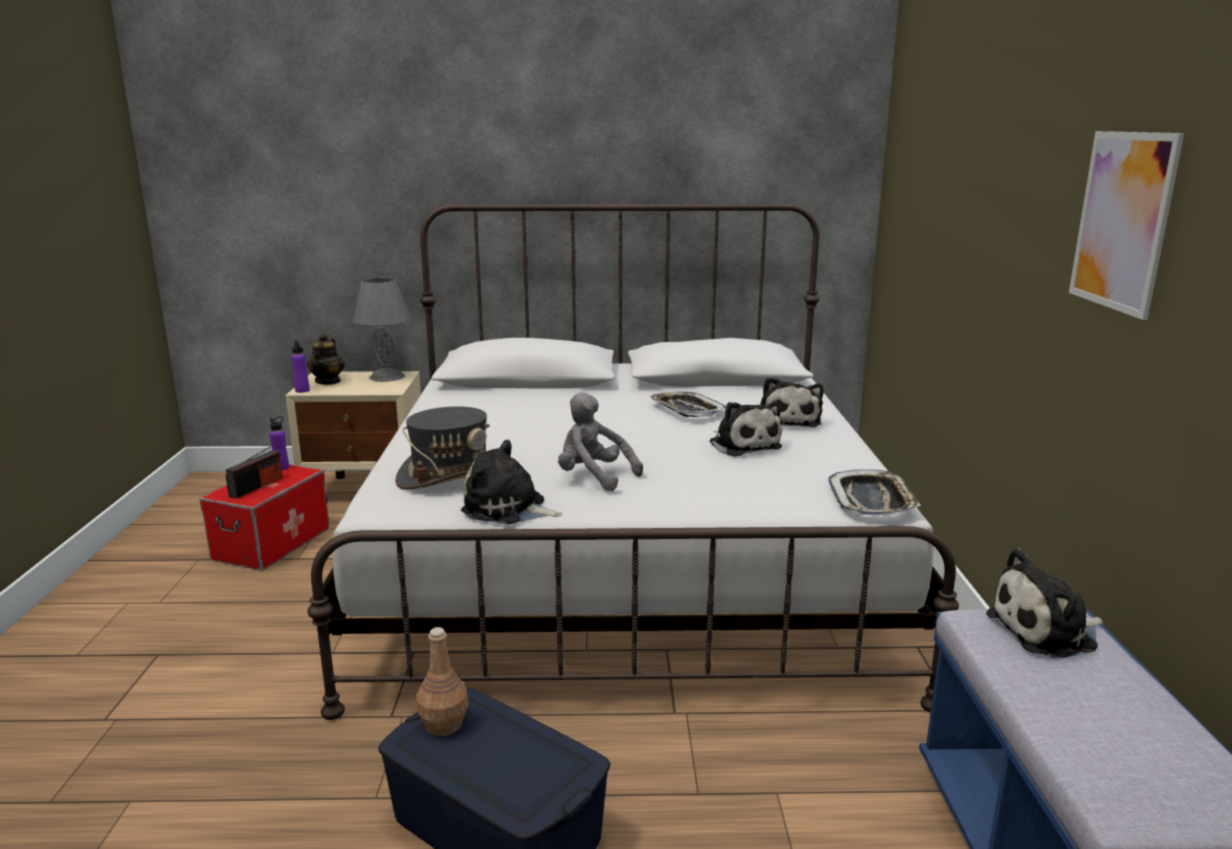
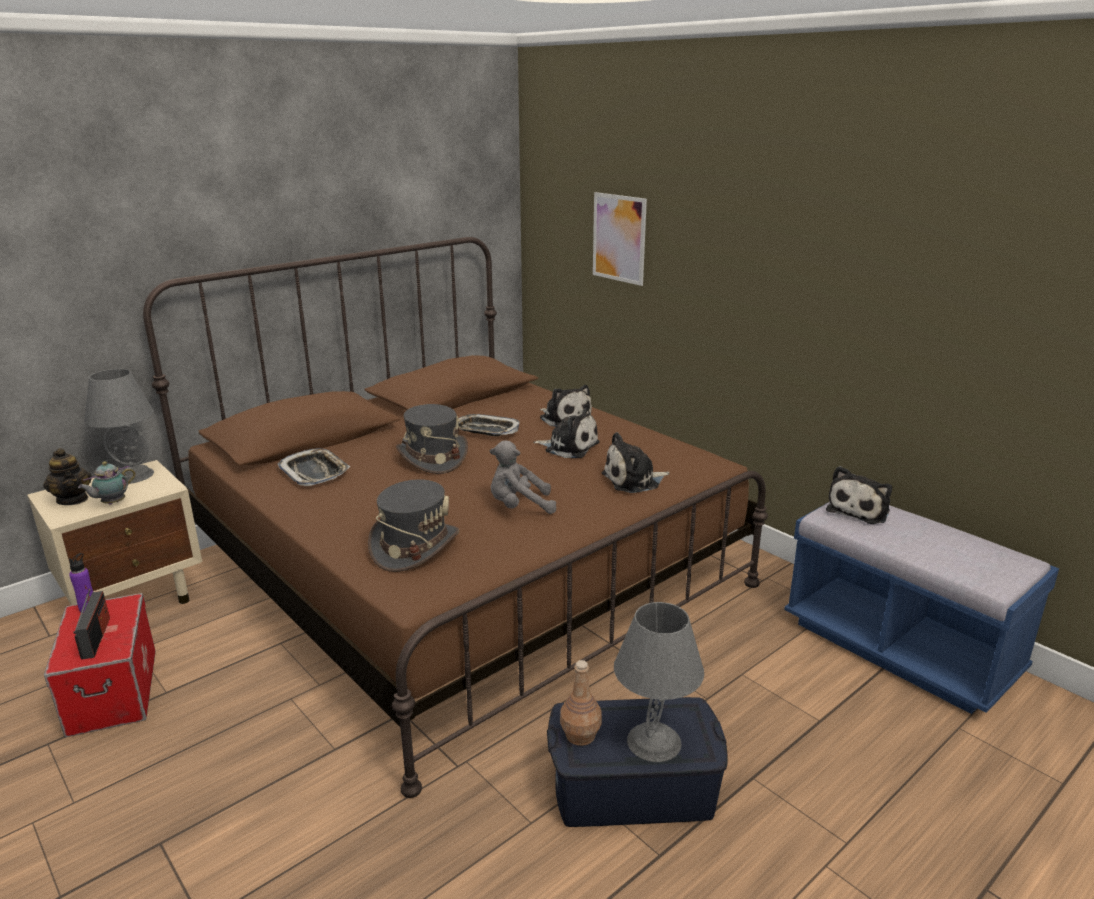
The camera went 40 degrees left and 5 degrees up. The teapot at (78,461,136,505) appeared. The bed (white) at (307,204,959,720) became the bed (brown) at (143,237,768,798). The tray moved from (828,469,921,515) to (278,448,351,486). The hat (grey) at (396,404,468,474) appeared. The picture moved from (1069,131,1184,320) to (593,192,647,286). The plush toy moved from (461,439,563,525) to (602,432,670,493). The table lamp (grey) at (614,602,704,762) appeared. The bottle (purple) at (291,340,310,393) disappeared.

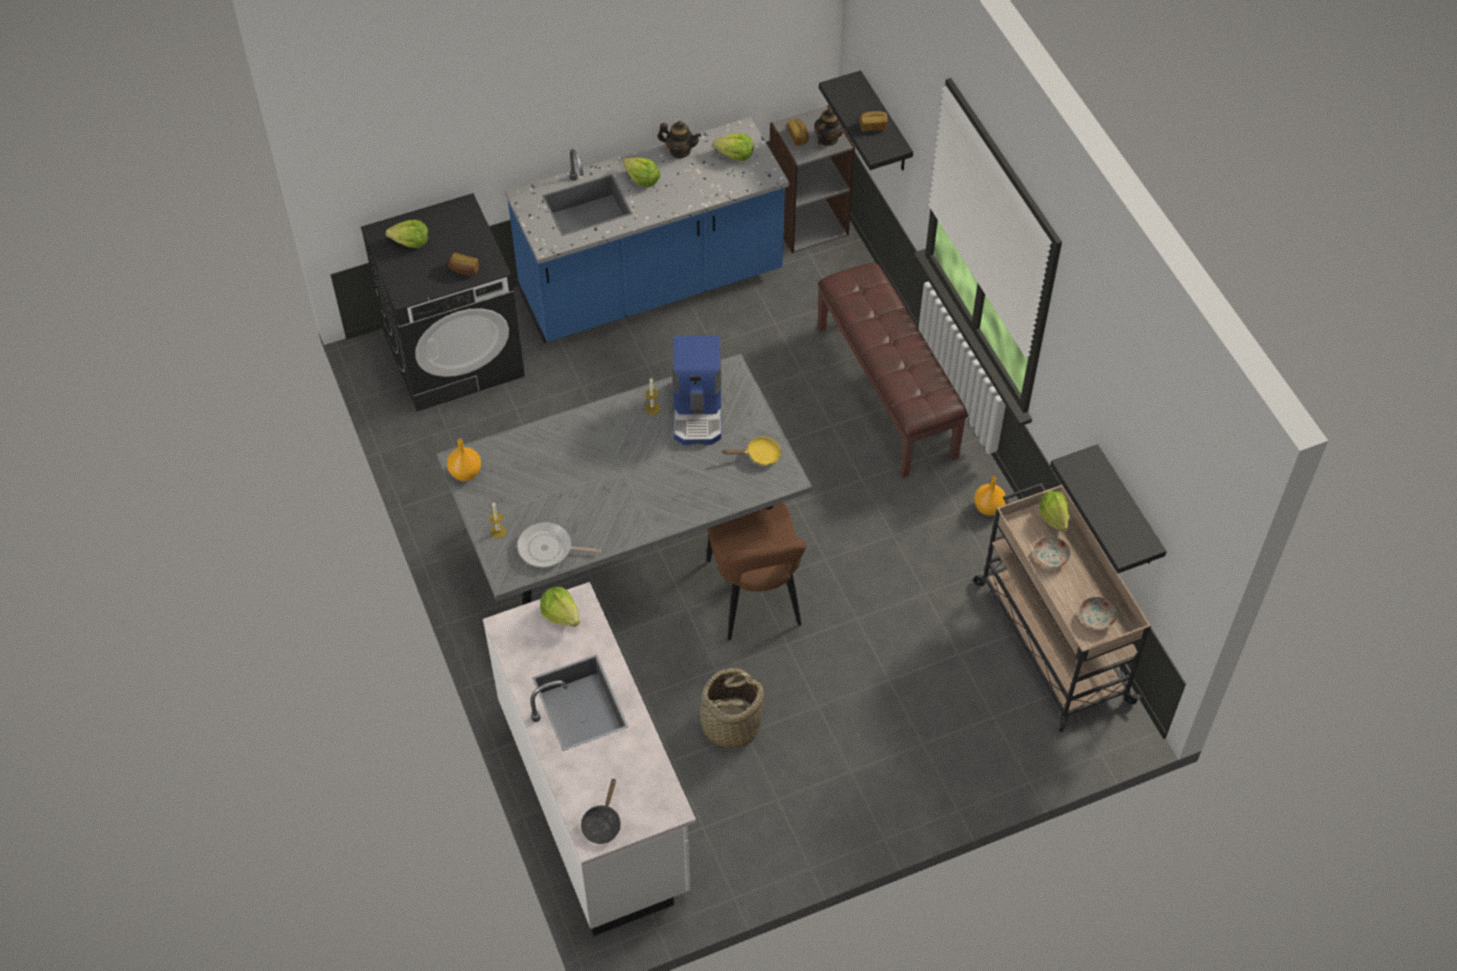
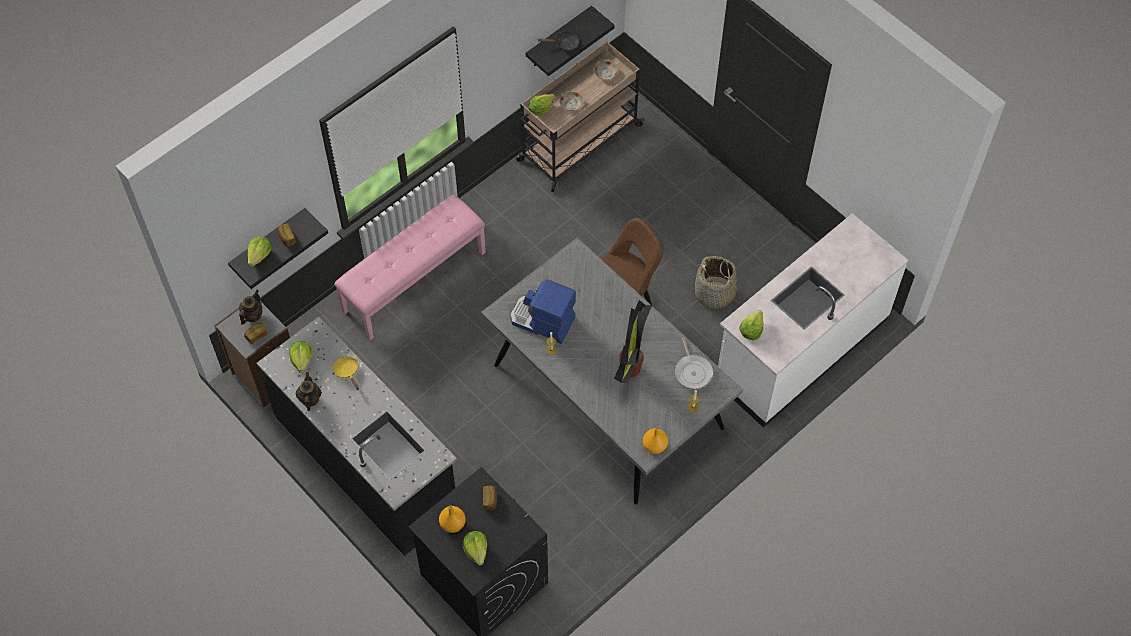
The camera went 110 degrees left and 5 degrees up. The teapot at (814,109,843,146) turned 105 degrees clockwise. The lettuce moved from (623,158,660,188) to (248,236,272,267). The counter (blue) at (505,117,789,343) became the counter (black) at (257,317,457,556). The frying pan (yellow) moved from (722,436,781,466) to (333,357,359,390). The bench (brown) at (817,263,968,478) became the bench (pink) at (334,195,486,340). The vase (orange) moved from (974,476,1006,515) to (439,505,465,533). The coffee machine at (673,336,722,445) turned 135 degrees counterclockwise. The frying pan (black) moved from (581,779,621,844) to (538,31,579,51). The potted plant at (614,300,652,383) appeared.

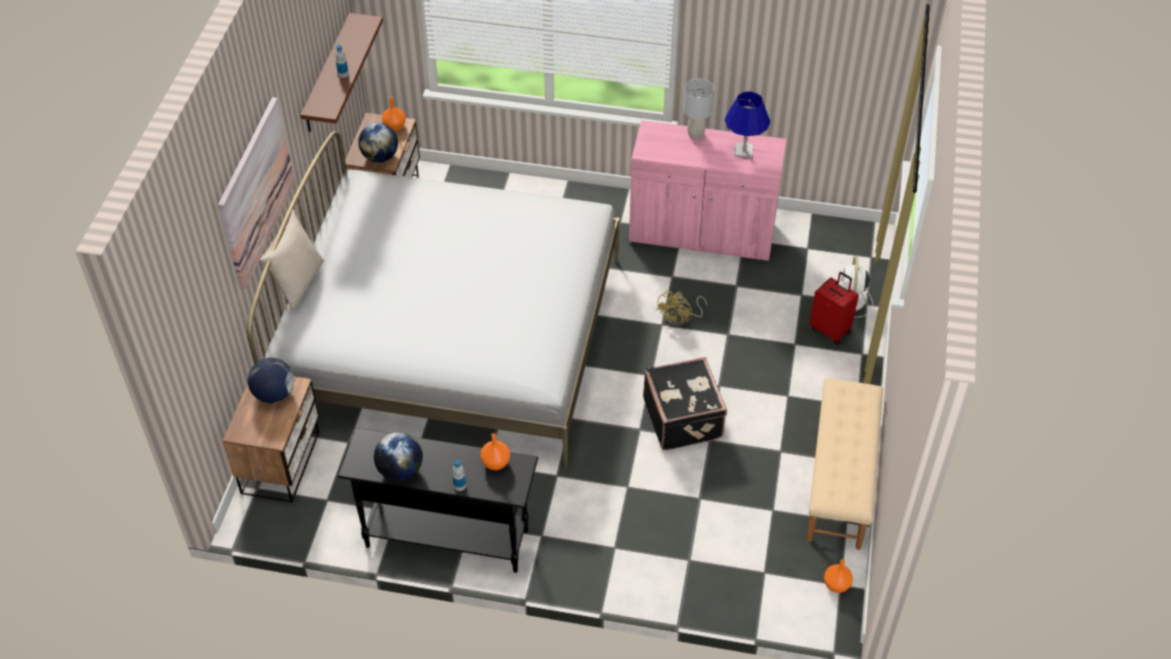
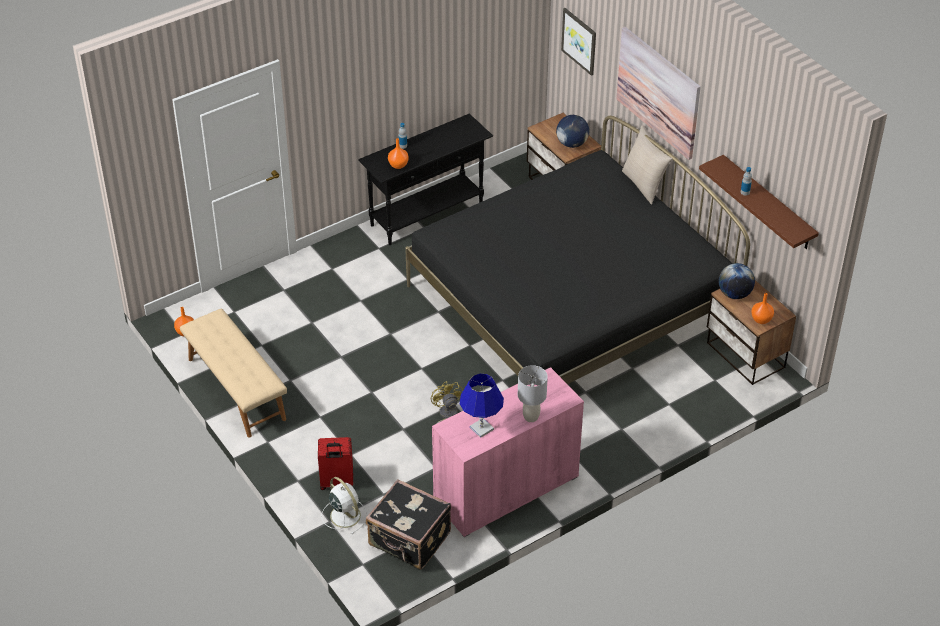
The camera went 135 degrees right and 5 degrees down. The suitcase (black) moved from (643,357,727,451) to (366,479,451,570). The bed (white) at (247,131,620,469) became the bed (black) at (405,116,750,384). The picture at (561,8,596,76) appeared. The globe at (374,432,423,481) disappeared.

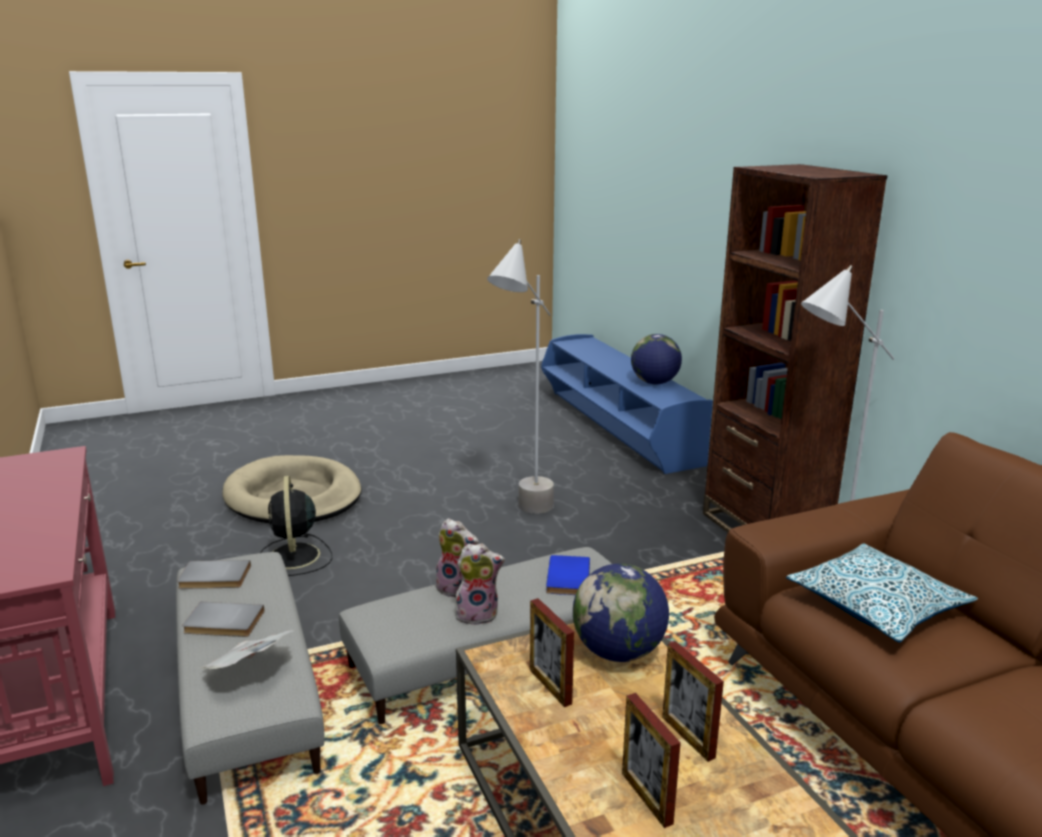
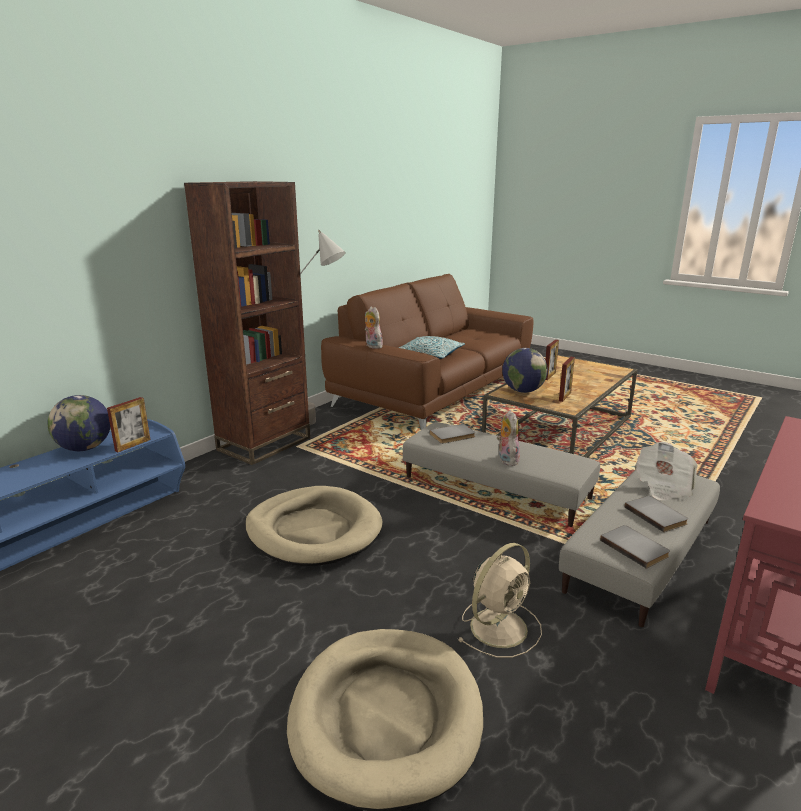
The camera went 120 degrees left and 0 degrees up. The picture frame moved from (622,693,681,828) to (107,397,151,452). The floor lamp (grey) at (487,239,554,514) was replaced by the dog bed (beige) at (245,486,382,566). The plush toy moved from (456,543,505,625) to (365,306,383,349). The book (blue) at (546,555,590,595) became the book (grey) at (429,424,475,444). The fan (black) at (260,476,332,576) became the fan (beige) at (457,543,542,658).

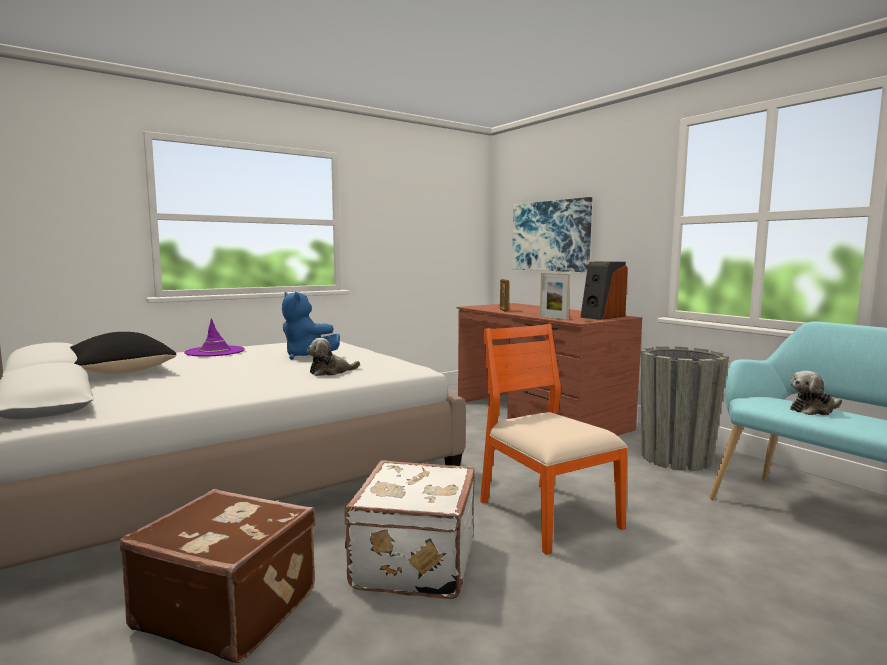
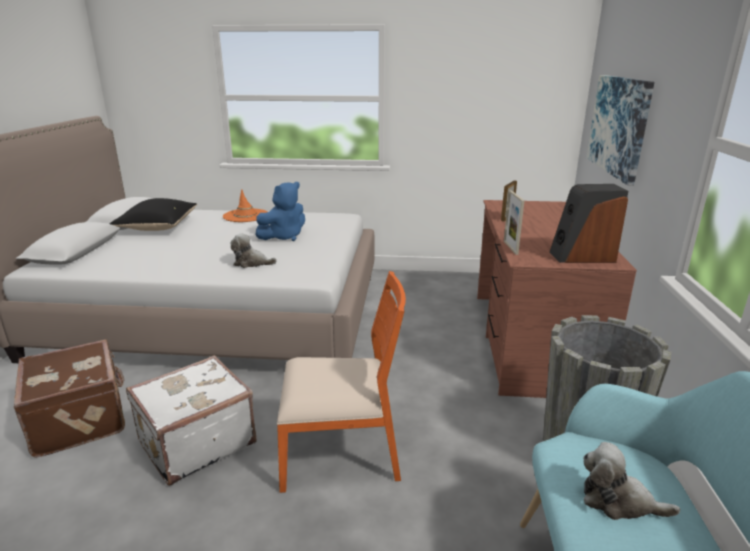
The camera went 40 degrees right and 15 degrees up. The hat (purple) at (184,318,245,357) became the hat (orange) at (223,189,267,222). The plush toy (blue) at (282,292,340,360) turned 120 degrees counterclockwise. The chair (orange) at (480,324,628,555) turned 75 degrees clockwise.

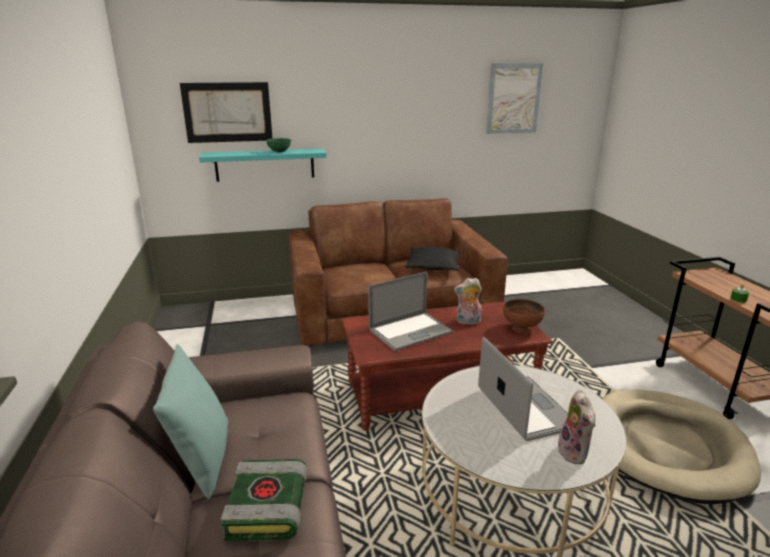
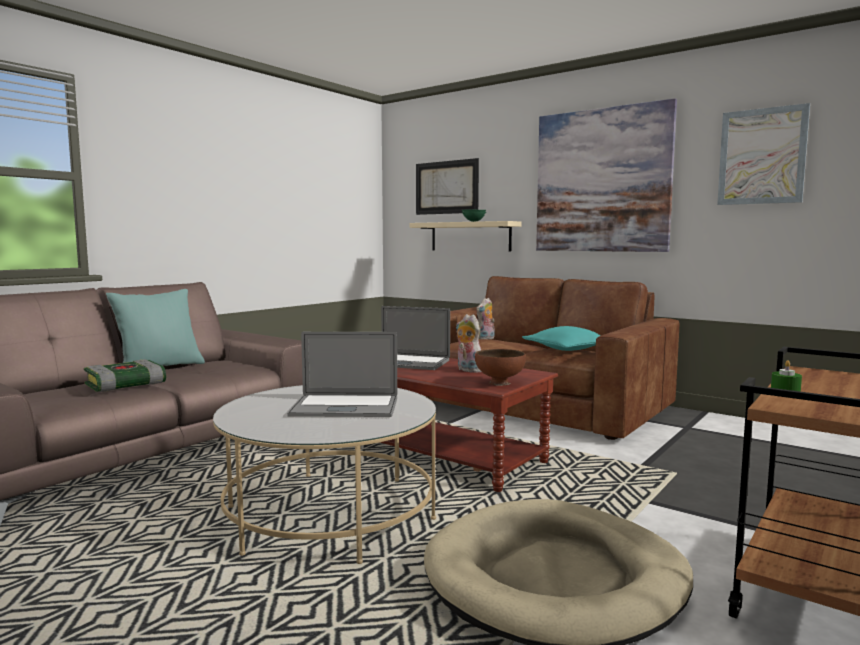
The camera went 50 degrees right and 15 degrees down. The laptop at (478,337,568,441) turned 60 degrees clockwise. The shelf (turquoise) at (199,149,327,182) became the shelf (beige) at (410,221,522,251). The plush toy moved from (558,390,596,465) to (476,298,495,339). The pillow (black) at (405,247,460,271) became the pillow (turquoise) at (522,326,601,351). The picture at (536,98,677,252) appeared.

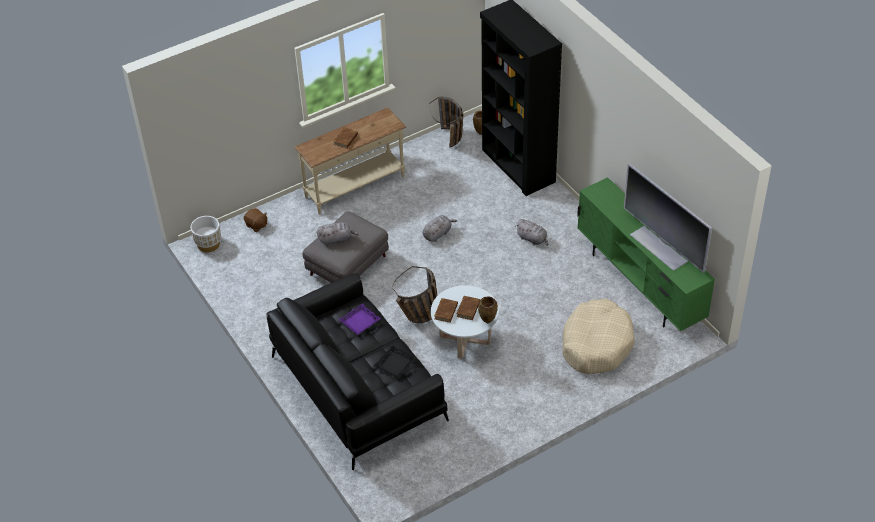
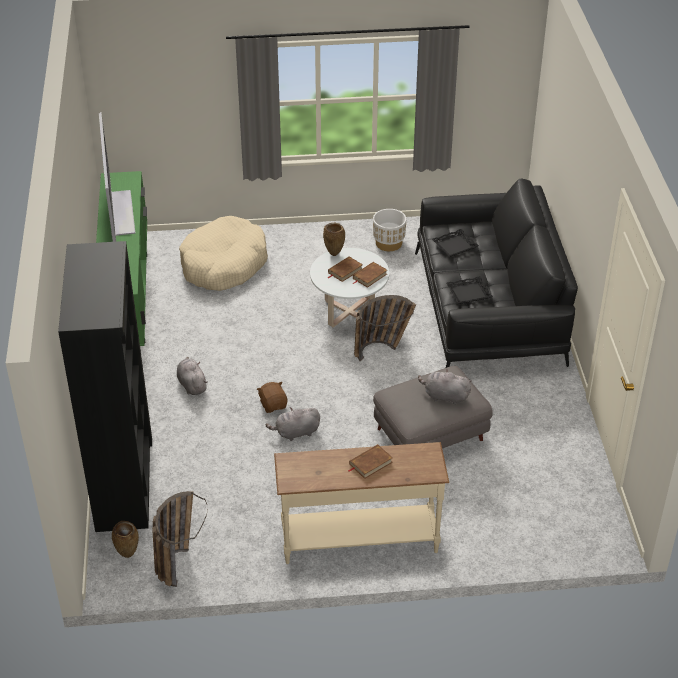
The camera went 155 degrees left and 5 degrees down. The plush toy (brown) moved from (244,208,267,232) to (257,382,287,413). The planter (white) moved from (191,216,221,252) to (373,209,406,251). The tray (purple) at (339,304,381,335) became the tray (black) at (446,276,493,304).

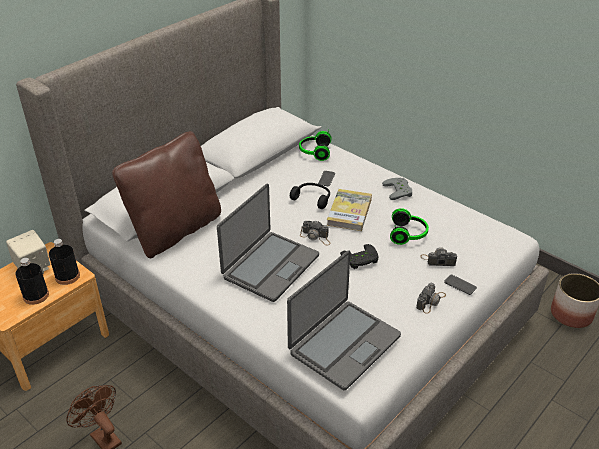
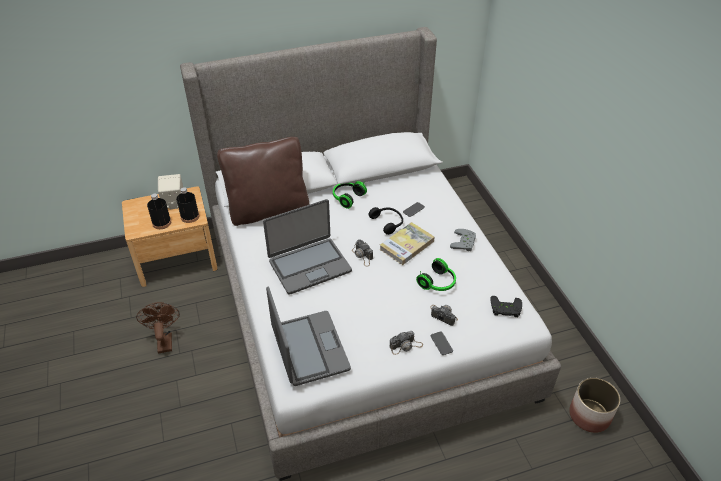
The camera went 30 degrees right and 5 degrees up. The laptop at (287,250,401,390) turned 90 degrees counterclockwise. The headphones moved from (299,129,332,161) to (333,181,367,209). The game controller (black) moved from (340,244,379,269) to (490,296,522,317).

